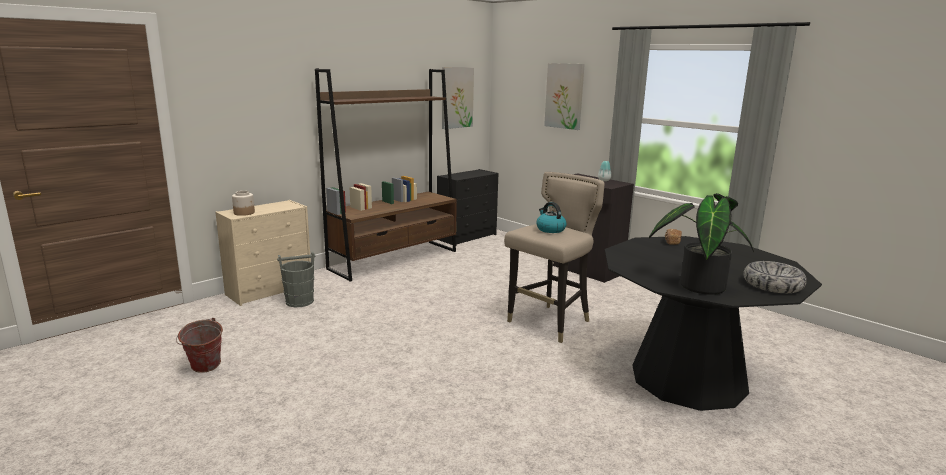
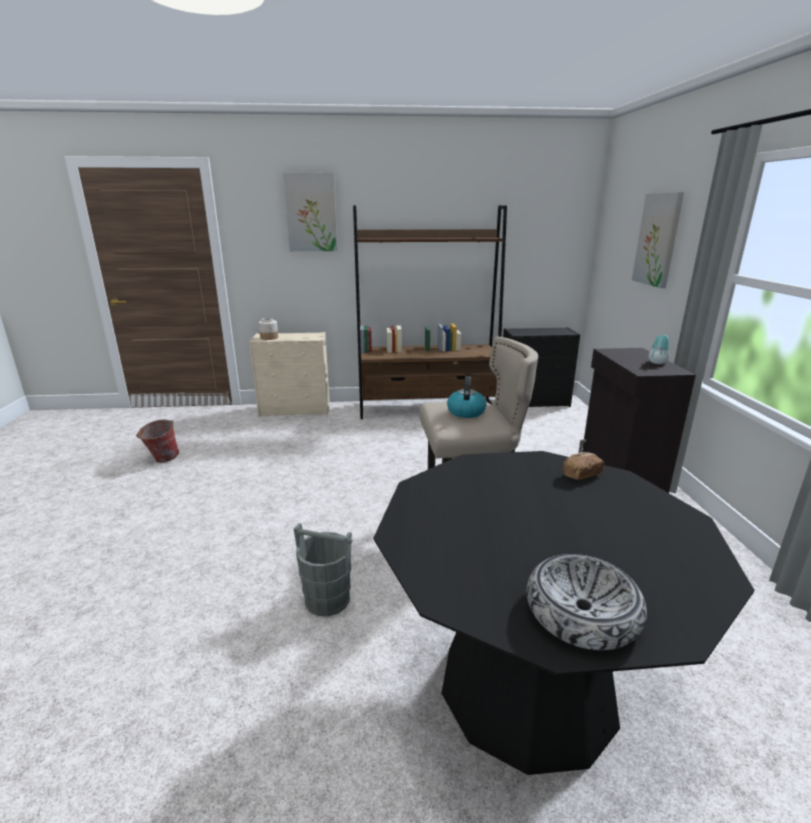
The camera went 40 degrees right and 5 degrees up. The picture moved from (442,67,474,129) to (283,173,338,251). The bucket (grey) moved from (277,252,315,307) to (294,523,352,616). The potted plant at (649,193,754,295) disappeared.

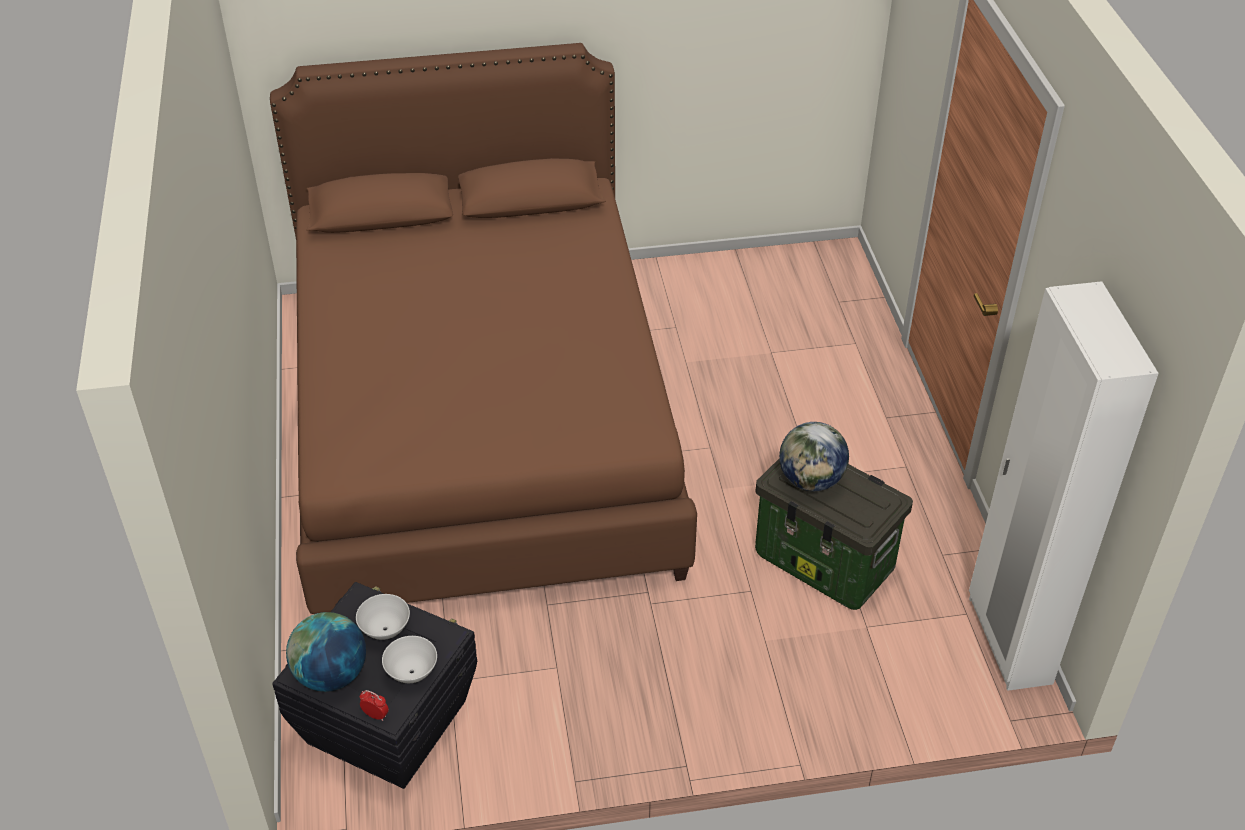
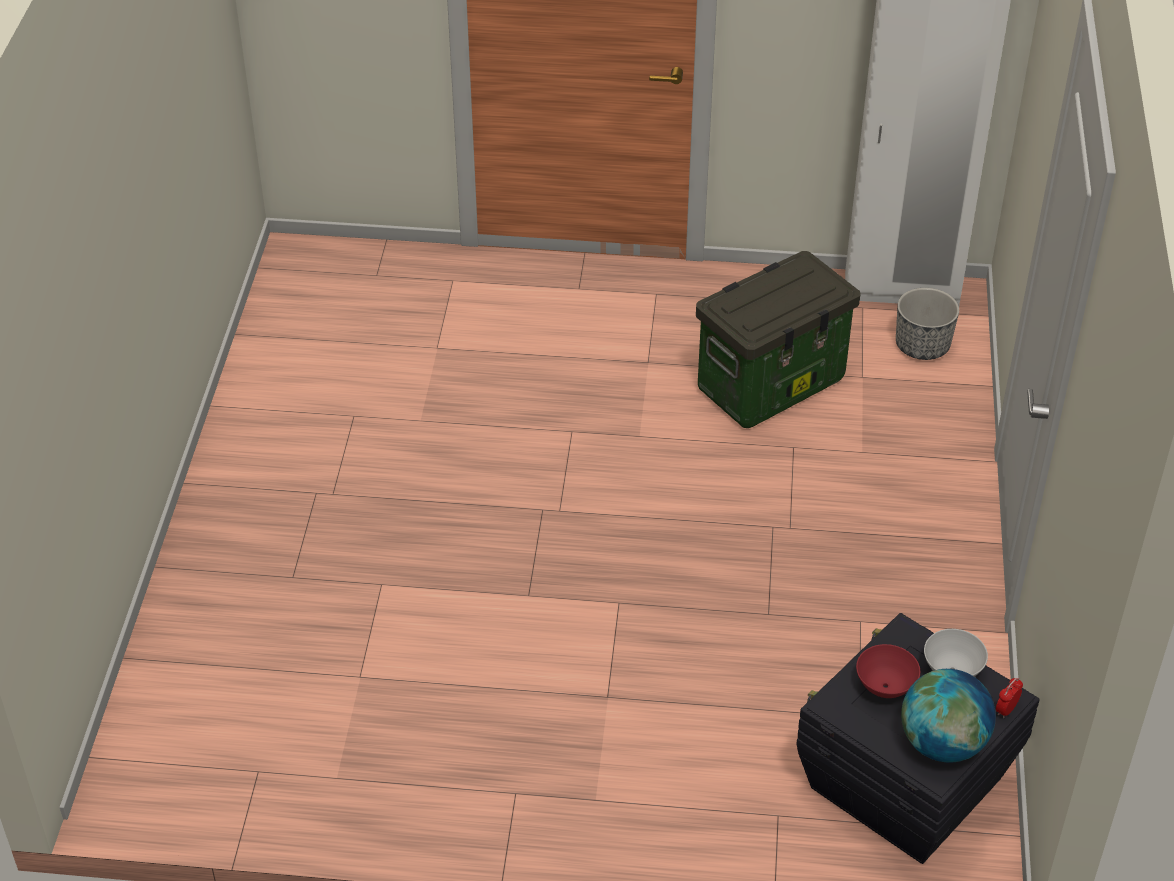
The camera went 75 degrees left and 0 degrees up. The bowl (white) at (356,594,410,640) became the bowl (red) at (856,644,920,698). The planter at (896,288,959,360) appeared. The bed (brown) at (270,43,697,614) disappeared. The globe at (779,422,849,491) disappeared.

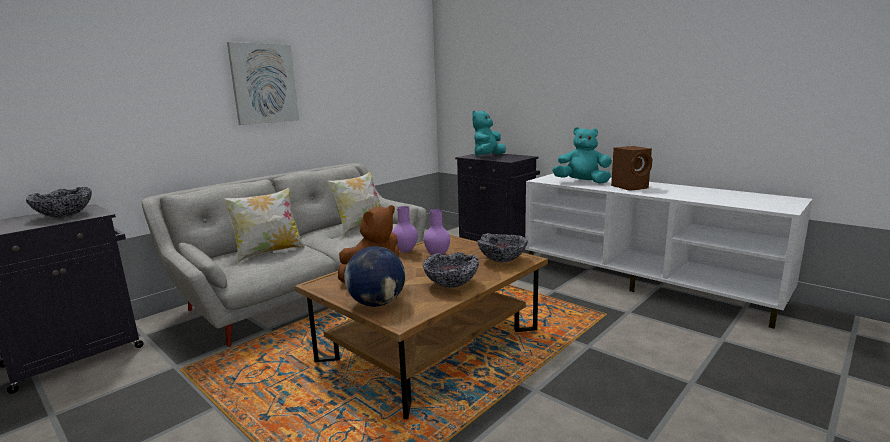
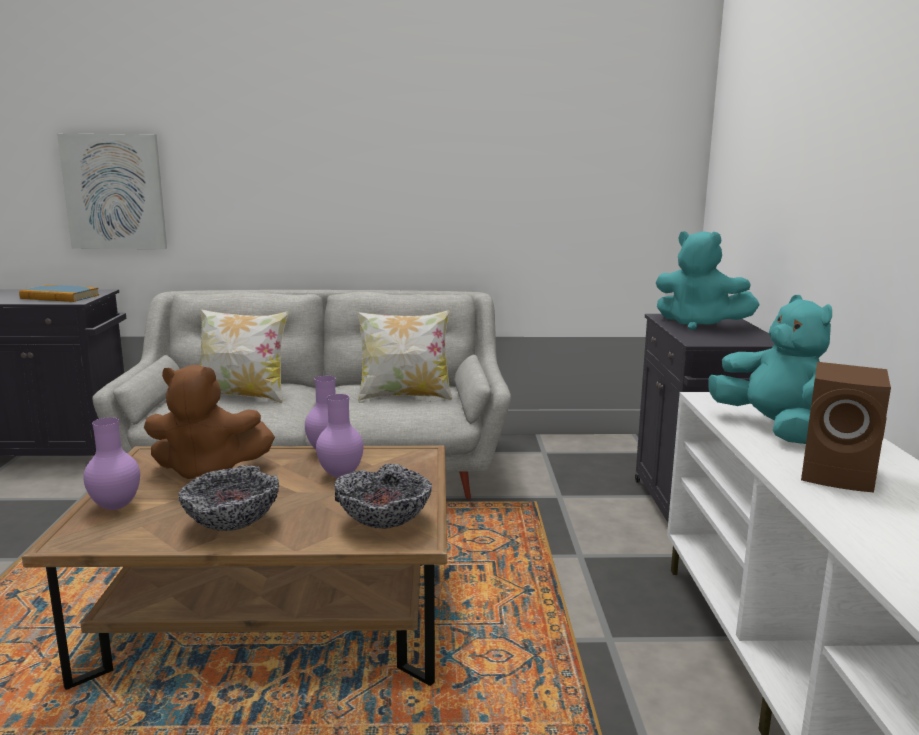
The camera went 45 degrees right and 0 degrees up. The bowl at (26,187,92,218) was replaced by the book at (19,285,99,302). The picture moved from (227,42,299,125) to (57,134,167,249). The globe at (344,246,405,307) was replaced by the vase (purple) at (83,417,140,510). The plush toy (turquoise) at (472,111,506,156) turned 135 degrees counterclockwise.

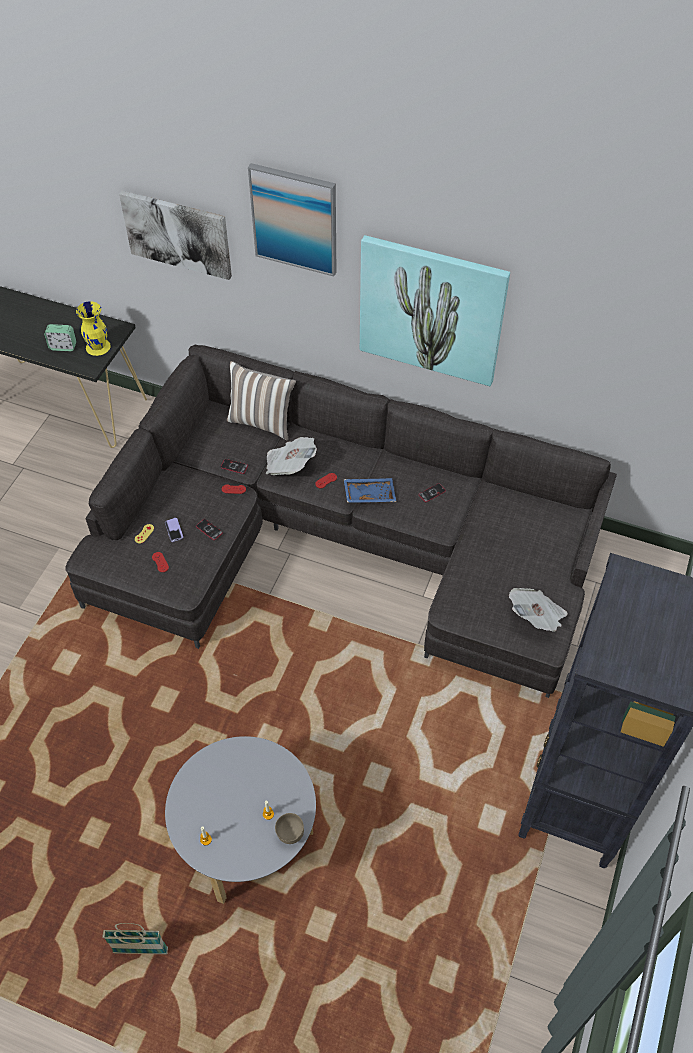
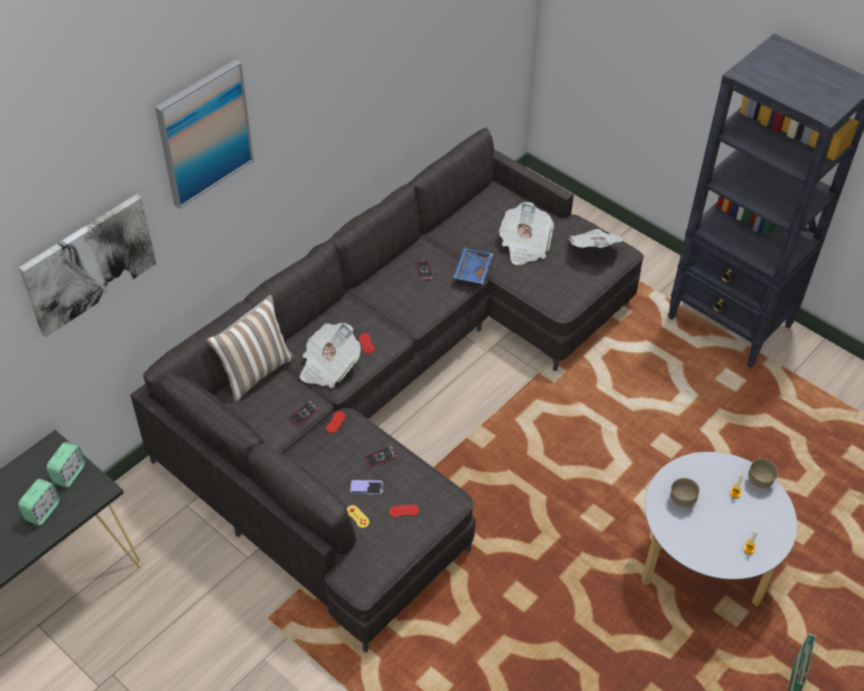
The camera went 70 degrees left and 5 degrees down. The vase (yellow) at (76,301,111,356) was replaced by the alarm clock at (46,442,85,488). The tray (blue) moved from (344,478,396,503) to (453,248,493,284). The newspaper at (499,202,554,265) appeared. The bowl (brown) at (671,478,699,507) appeared. The picture at (360,235,510,387) disappeared.

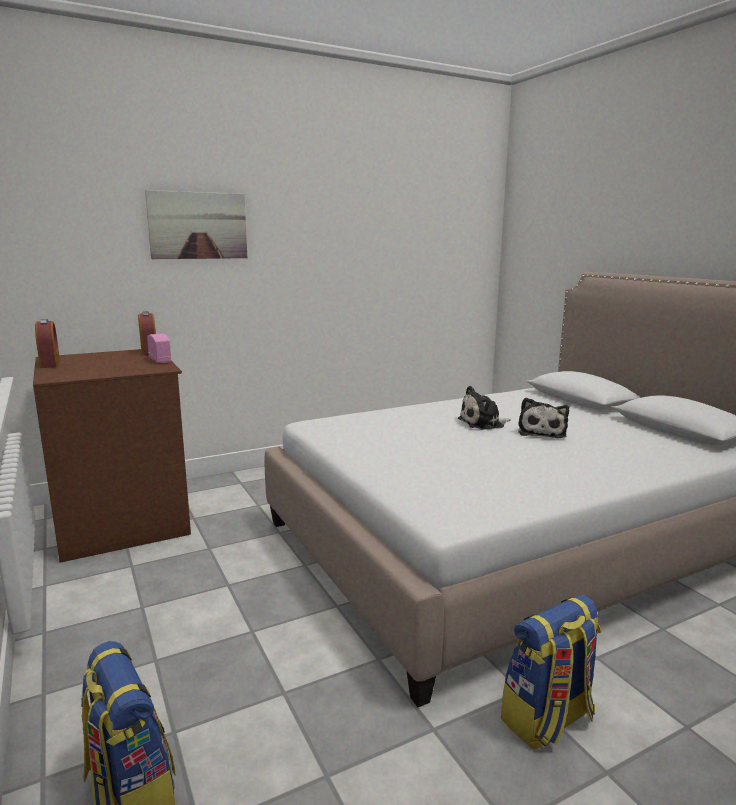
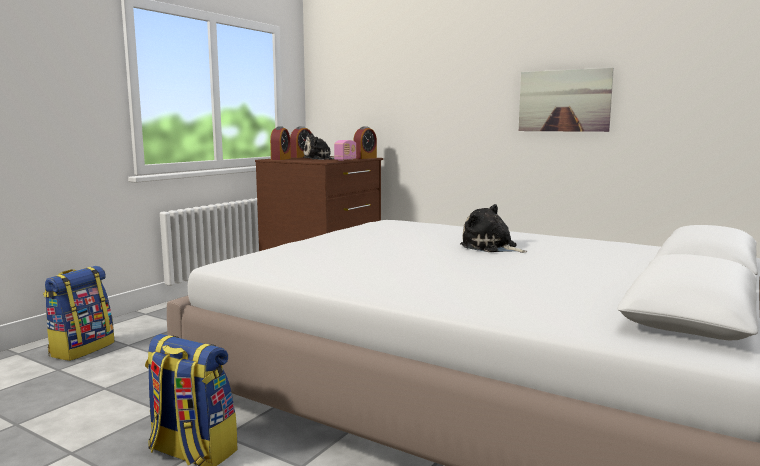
The camera went 60 degrees right and 5 degrees down. The alarm clock at (270,126,291,160) appeared. The plush toy moved from (518,398,569,438) to (303,133,334,160). The picture moved from (145,190,247,259) to (519,68,614,132).

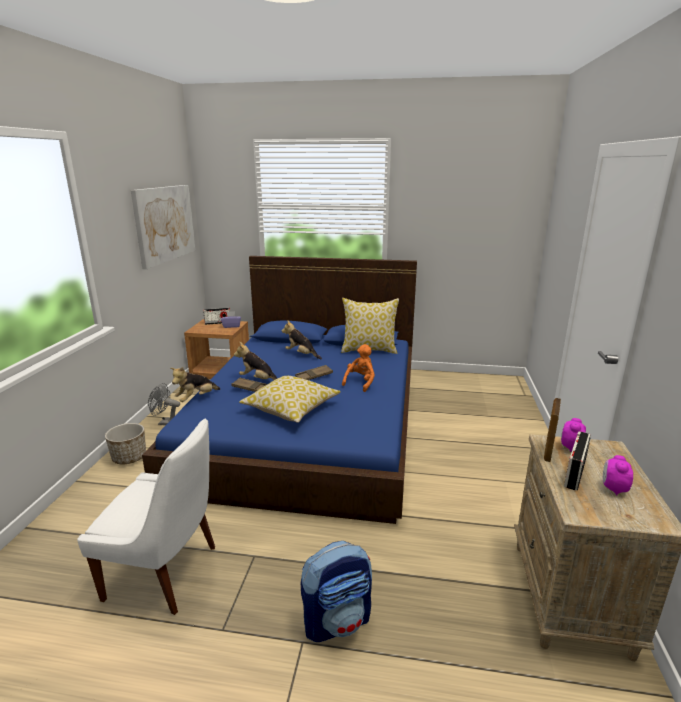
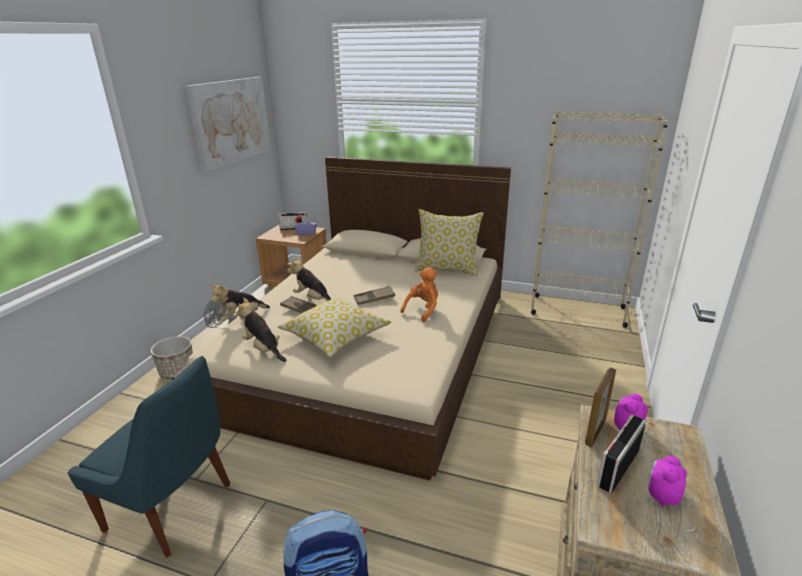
The camera went 10 degrees right and 5 degrees up. The chair (white) at (77,419,215,615) became the chair (blue) at (68,356,230,558). The bed (blue) at (142,256,417,524) became the bed (beige) at (171,157,511,481). The plush toy moved from (282,320,322,359) to (236,298,287,362). The bookcase (beige) at (531,111,668,328) appeared.

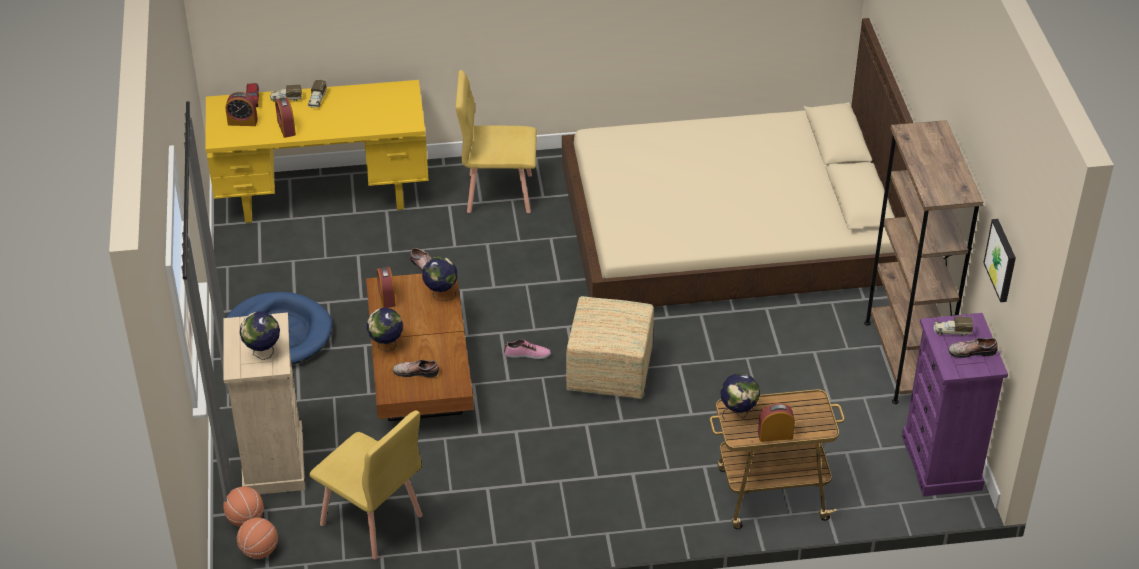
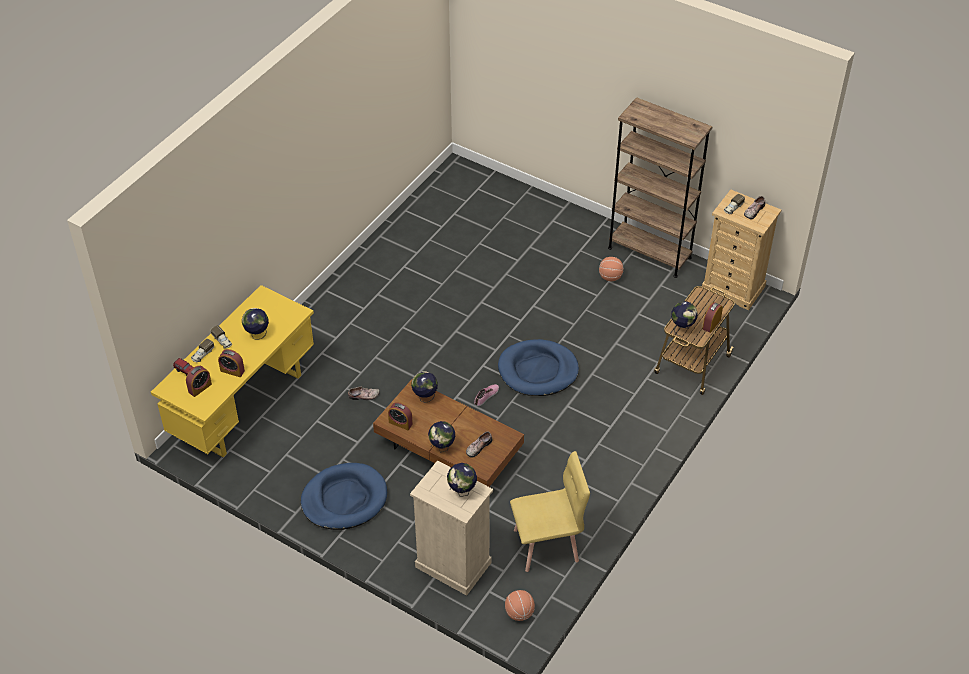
The camera went 50 degrees left and 5 degrees up. The globe at (242,308,269,340) appeared. The ottoman at (566,296,654,399) was replaced by the dog bed (blue) at (498,339,579,396). The basketball moved from (223,486,264,527) to (599,257,623,281). The dresser (purple) at (902,313,1008,497) became the dresser (beige) at (702,189,781,310). The chair (yellow) at (456,70,537,213) disappeared. The bed (beige) at (562,18,913,307) disappeared. The picture at (983,219,1016,302) disappeared.

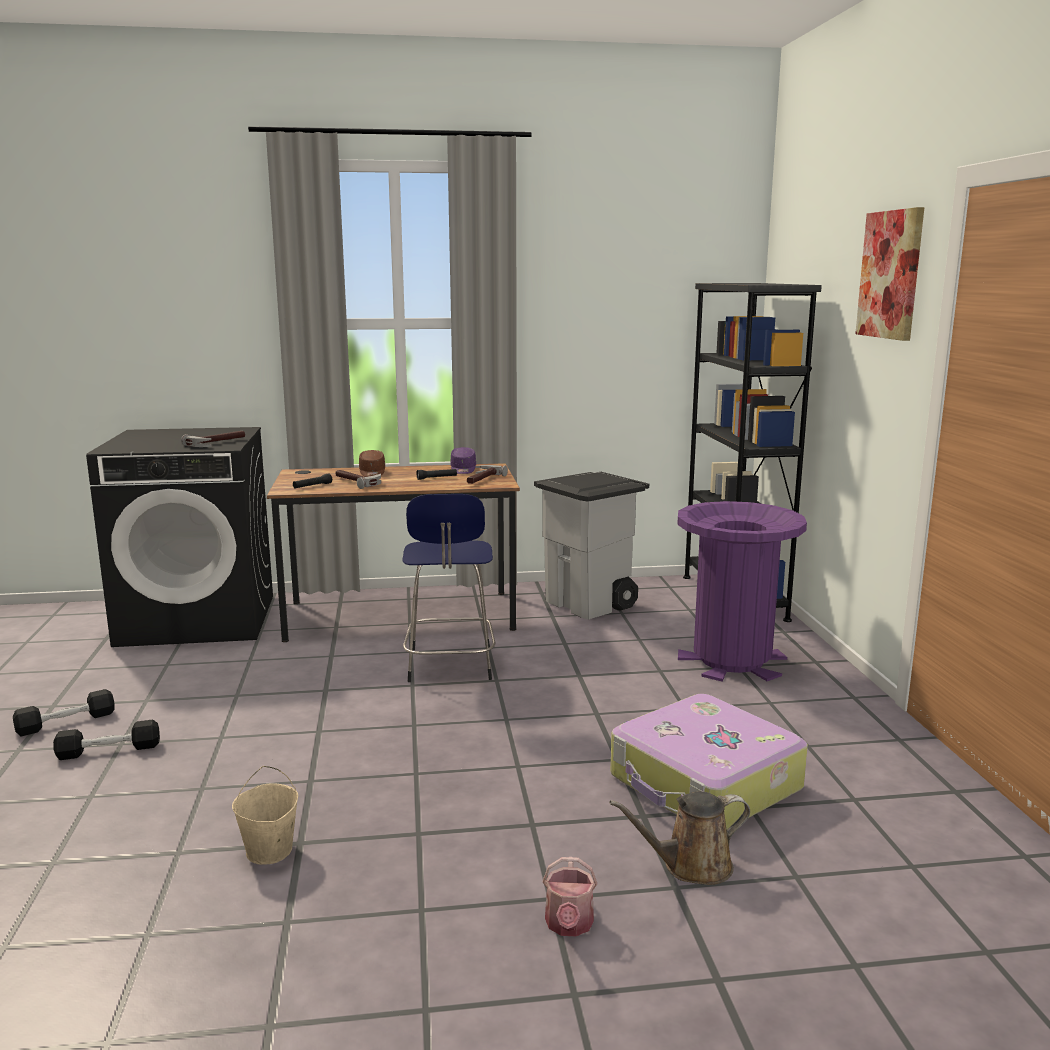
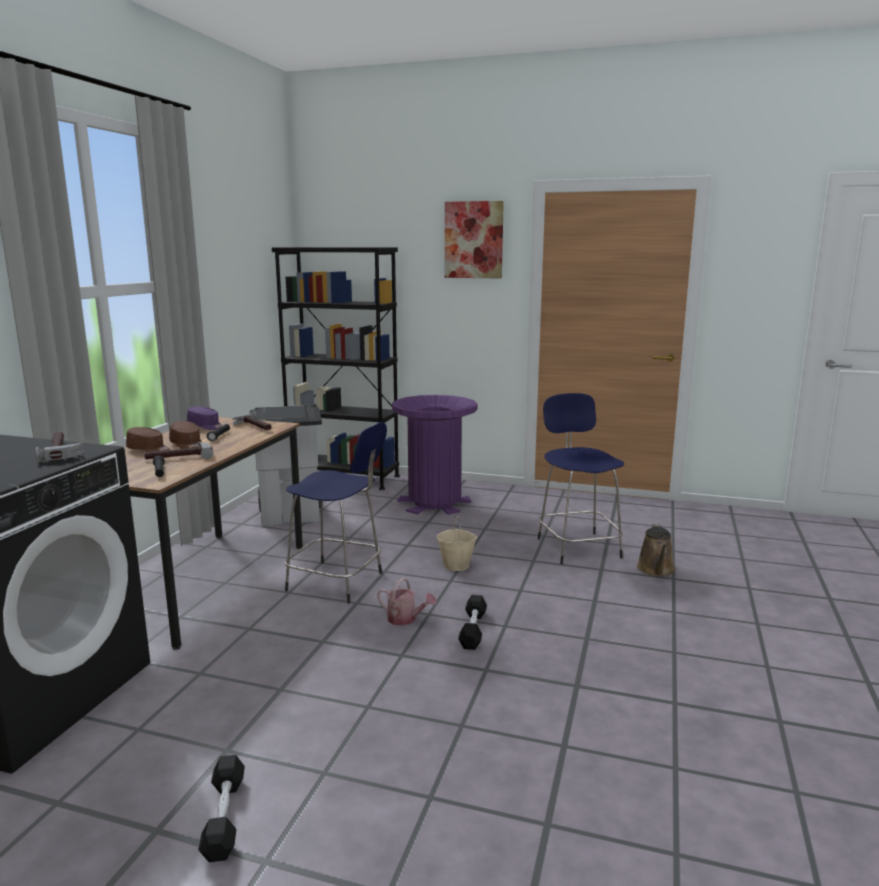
The camera went 65 degrees left and 0 degrees up. The cap (brown) at (169,421,202,449) appeared. The watering can moved from (543,857,597,937) to (377,578,437,626). The bucket (beige) moved from (232,766,298,865) to (437,515,477,571). The dumbbell (black) moved from (53,720,160,760) to (458,595,487,650). The suitcase at (611,694,808,829) was replaced by the stool (blue) at (538,393,624,564).

